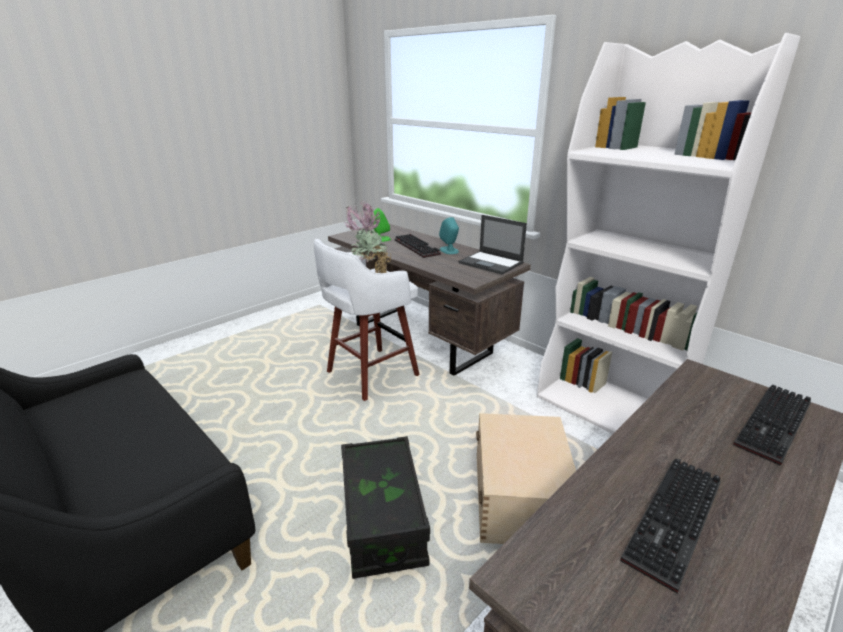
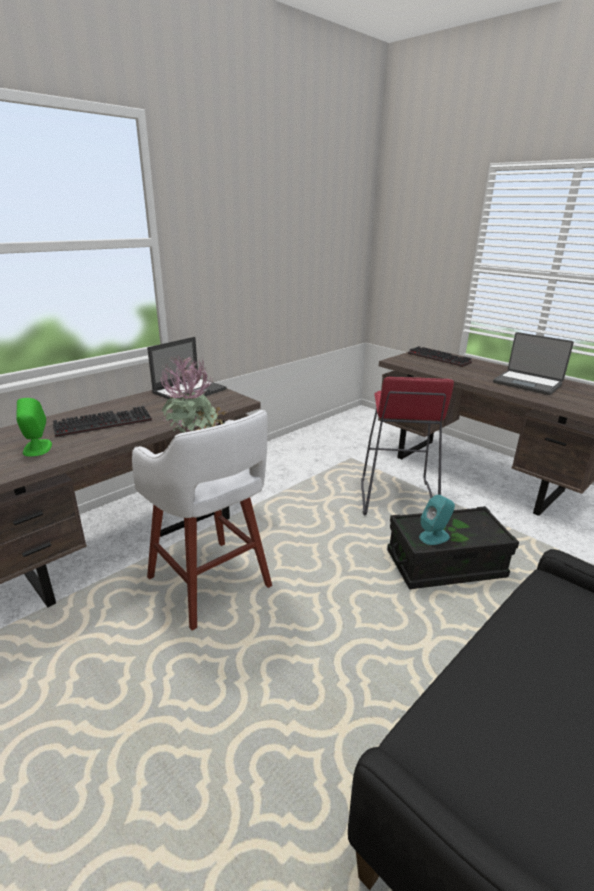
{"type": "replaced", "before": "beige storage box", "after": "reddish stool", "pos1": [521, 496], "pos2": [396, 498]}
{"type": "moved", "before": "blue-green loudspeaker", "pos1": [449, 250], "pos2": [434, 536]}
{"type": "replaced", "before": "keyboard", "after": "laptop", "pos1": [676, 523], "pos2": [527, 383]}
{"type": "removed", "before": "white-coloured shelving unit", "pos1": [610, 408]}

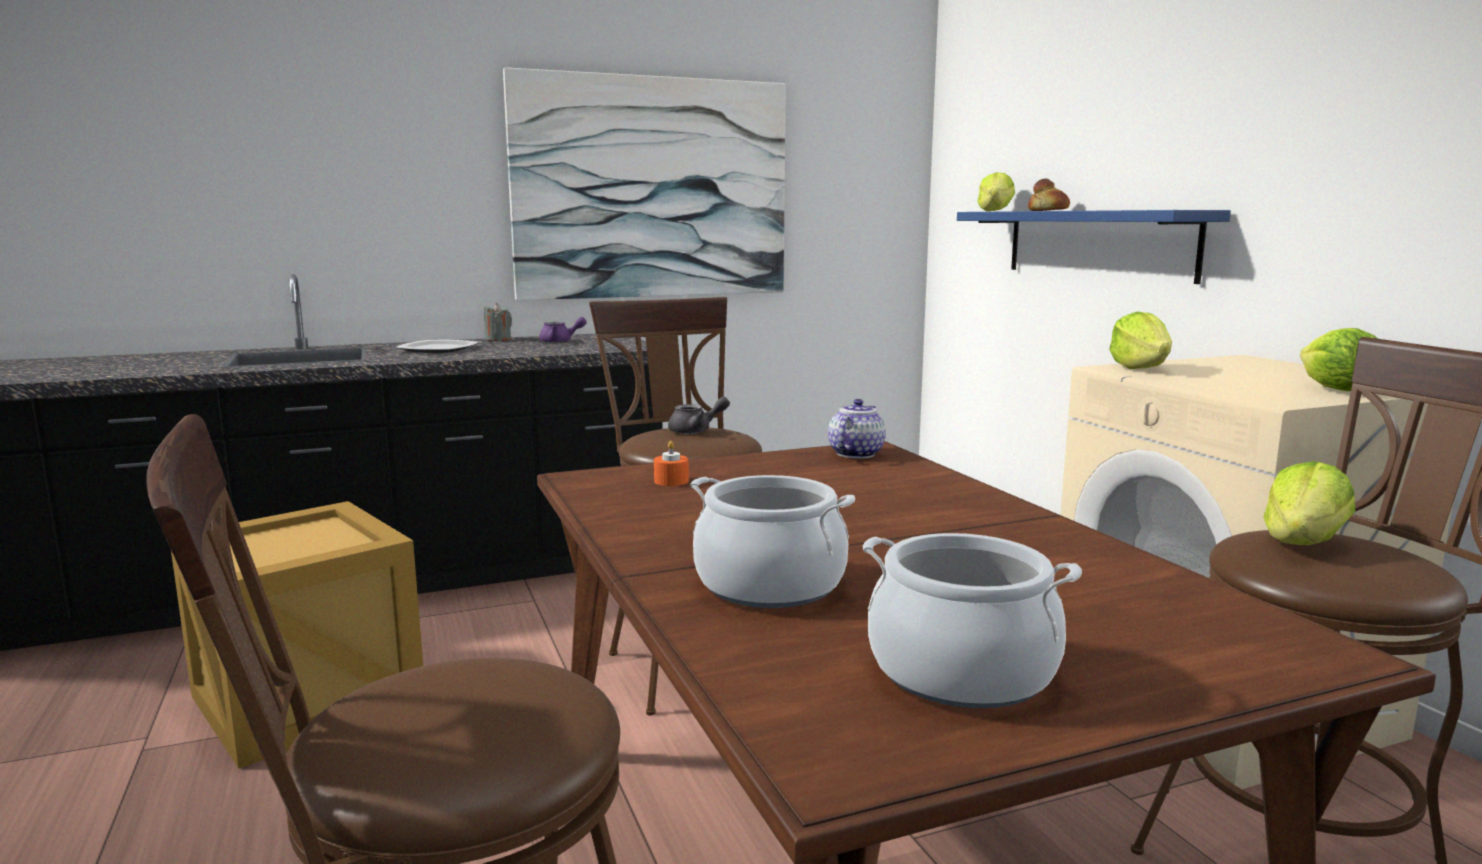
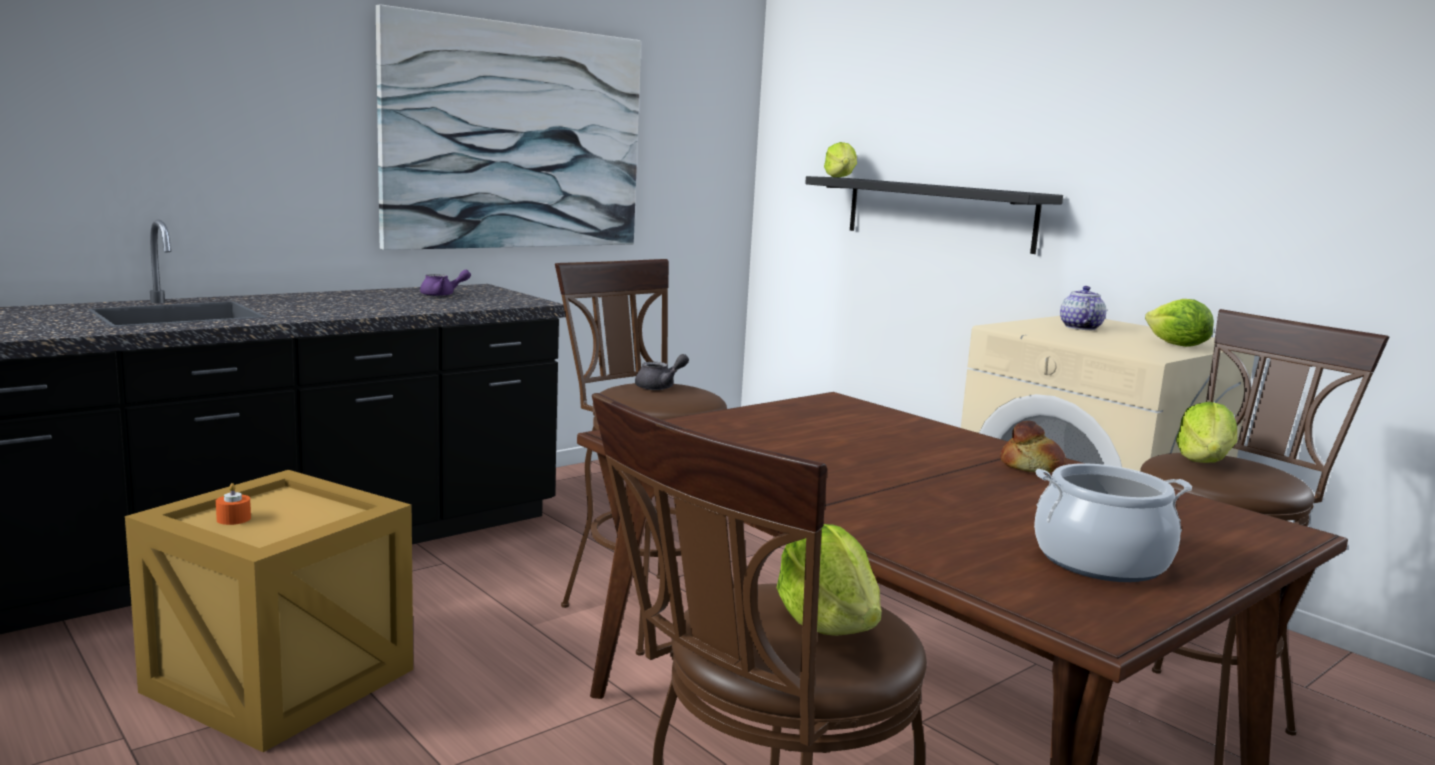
{"type": "moved", "before": "orangey wax light", "pos1": [671, 481], "pos2": [233, 519]}
{"type": "moved", "before": "lettuce", "pos1": [1140, 368], "pos2": [827, 623]}
{"type": "recoloured", "before": "blue-coloured wall shelf", "after": "black-coloured wall shelf", "pos1": [1097, 243], "pos2": [938, 213]}
{"type": "moved", "before": "bakery bread", "pos1": [1048, 210], "pos2": [1031, 467]}
{"type": "moved", "before": "pot for tea", "pos1": [856, 453], "pos2": [1079, 327]}
{"type": "removed", "before": "flat dish", "pos1": [438, 349]}
{"type": "removed", "before": "grey wax light", "pos1": [498, 339]}
{"type": "removed", "before": "stockpot", "pos1": [770, 585]}

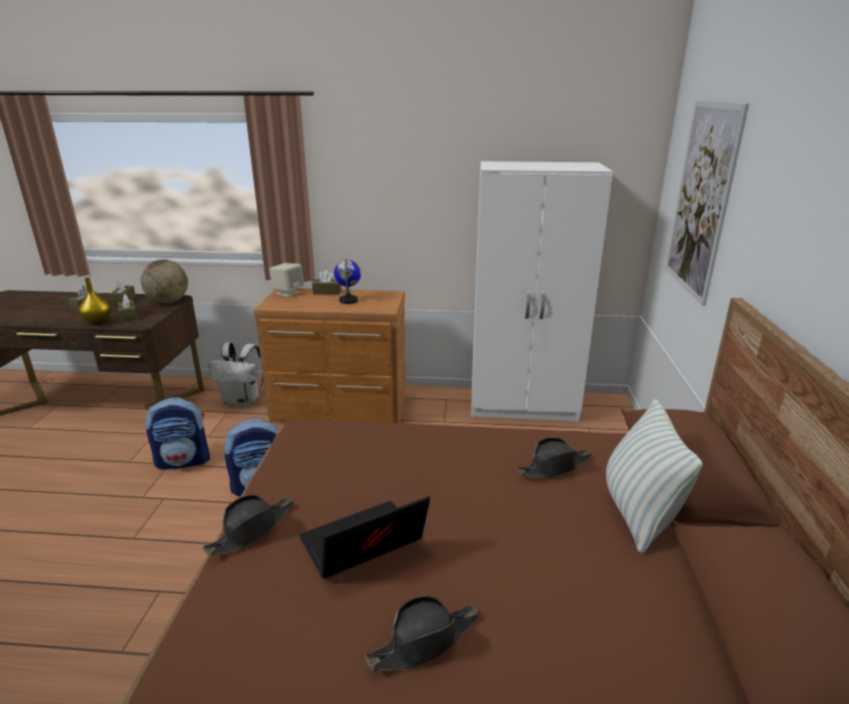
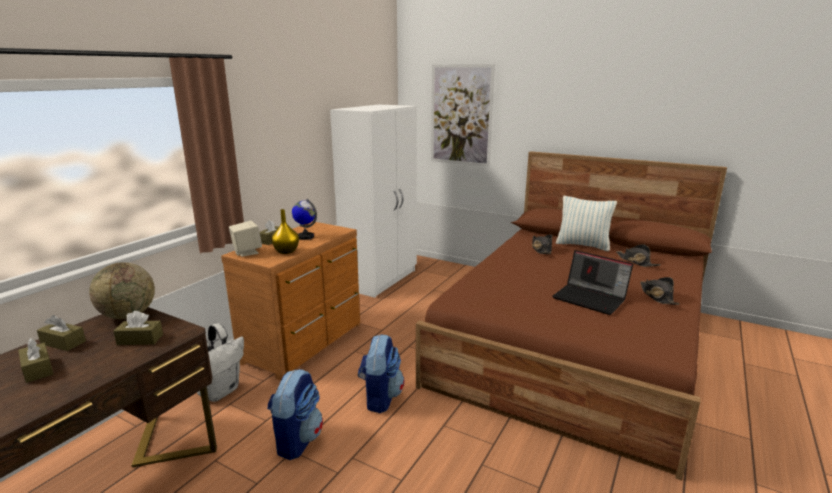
{"type": "moved", "before": "yellow flower vase", "pos1": [98, 322], "pos2": [286, 251]}
{"type": "turned", "before": "laptop", "pos1": [362, 546], "pos2": [590, 298], "turn": -45}
{"type": "moved", "before": "black-coloured hat", "pos1": [252, 530], "pos2": [636, 261]}

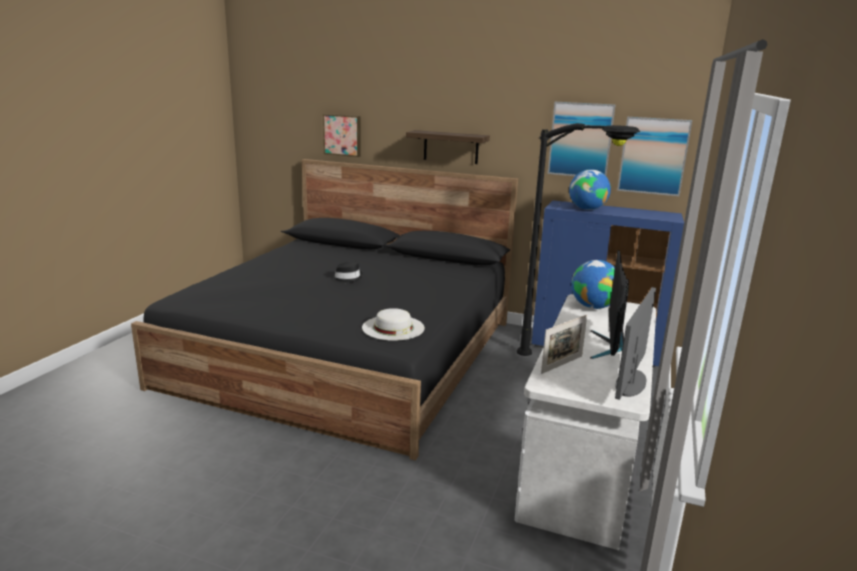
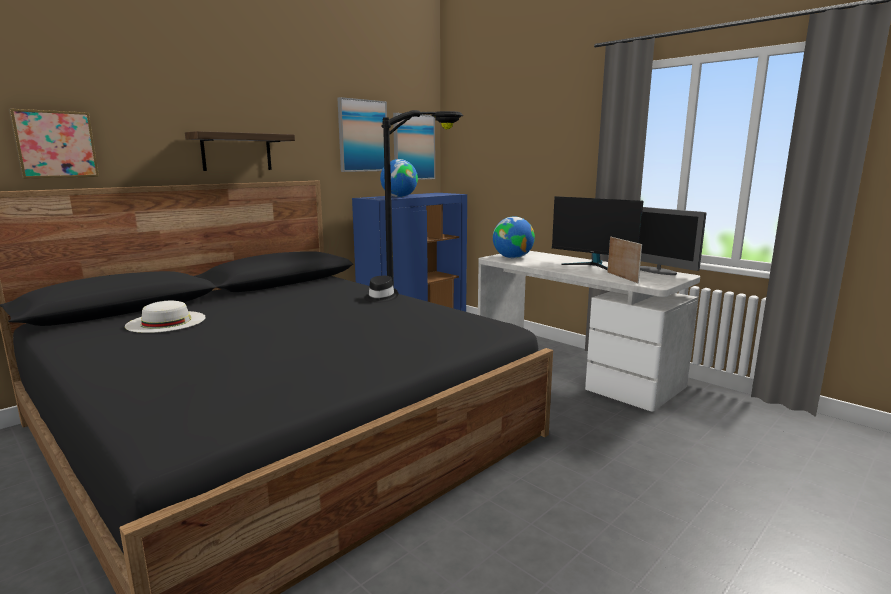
{"type": "moved", "before": "white-coloured hat", "pos1": [393, 327], "pos2": [166, 321]}
{"type": "moved", "before": "black-coloured hat", "pos1": [347, 278], "pos2": [380, 297]}

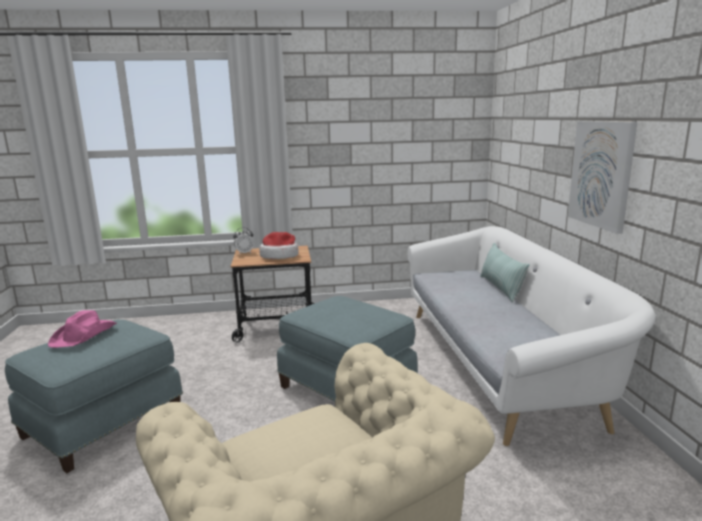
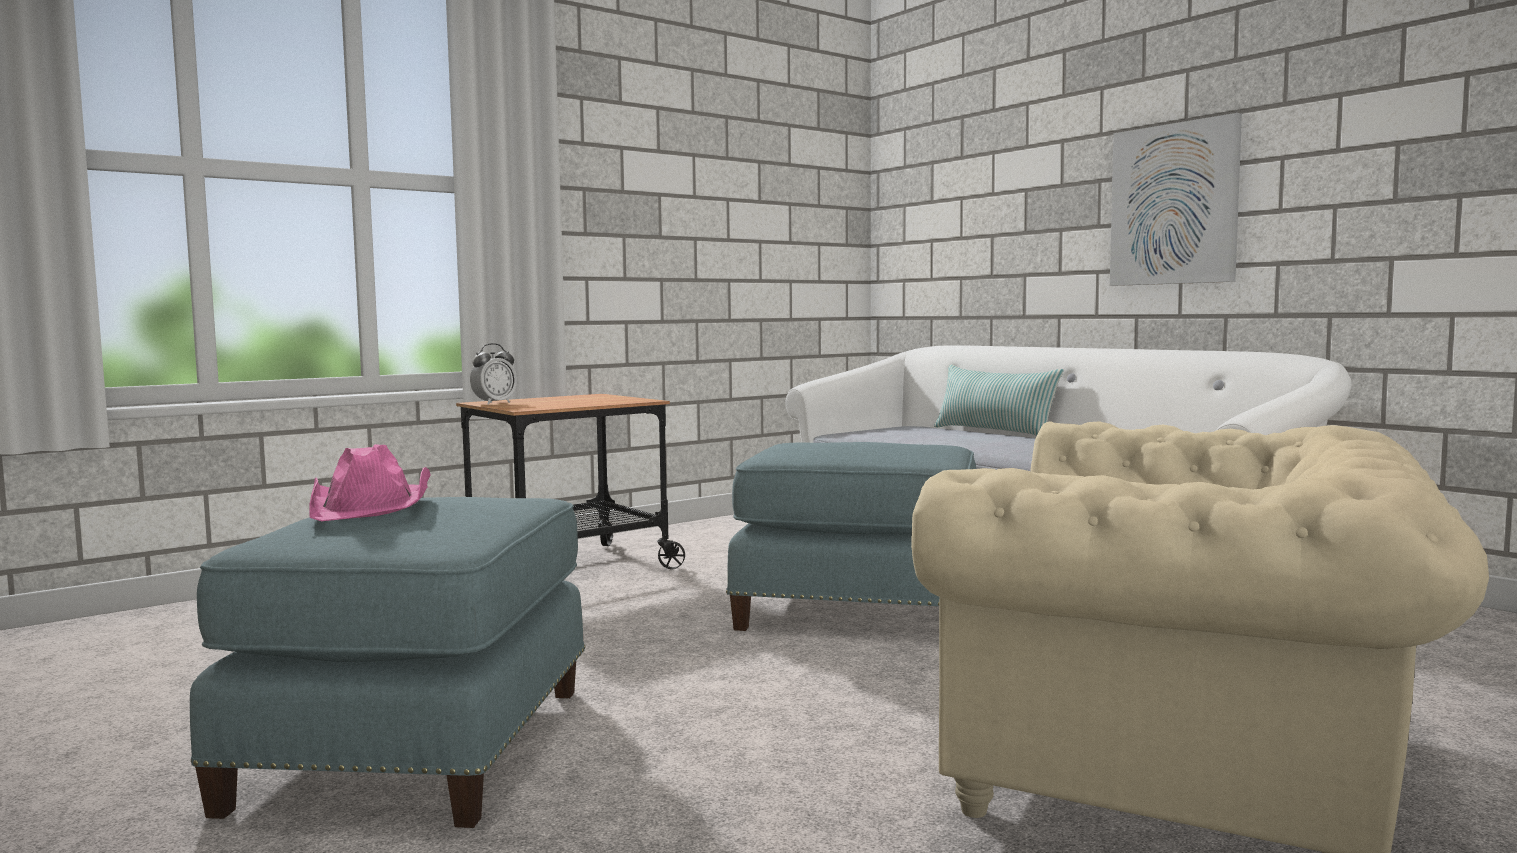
{"type": "removed", "before": "hat", "pos1": [279, 256]}

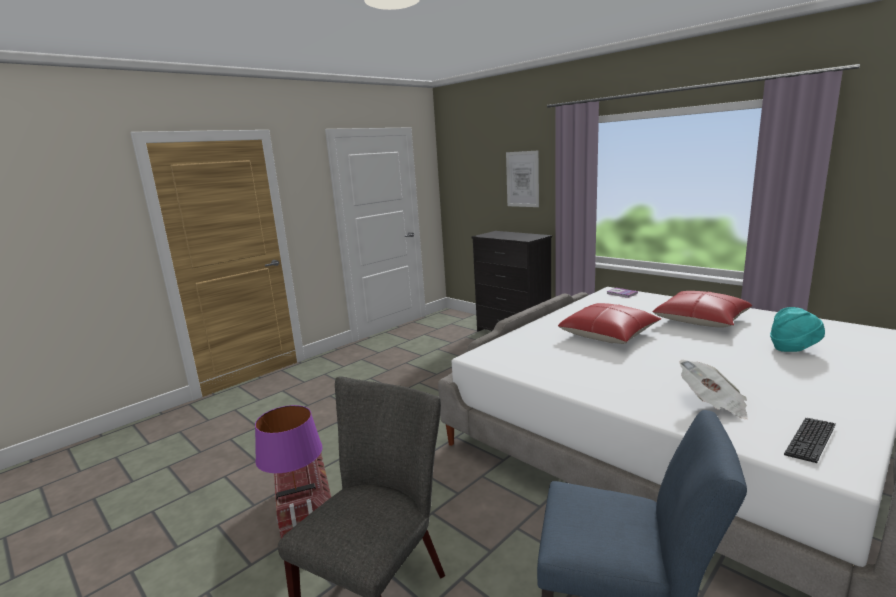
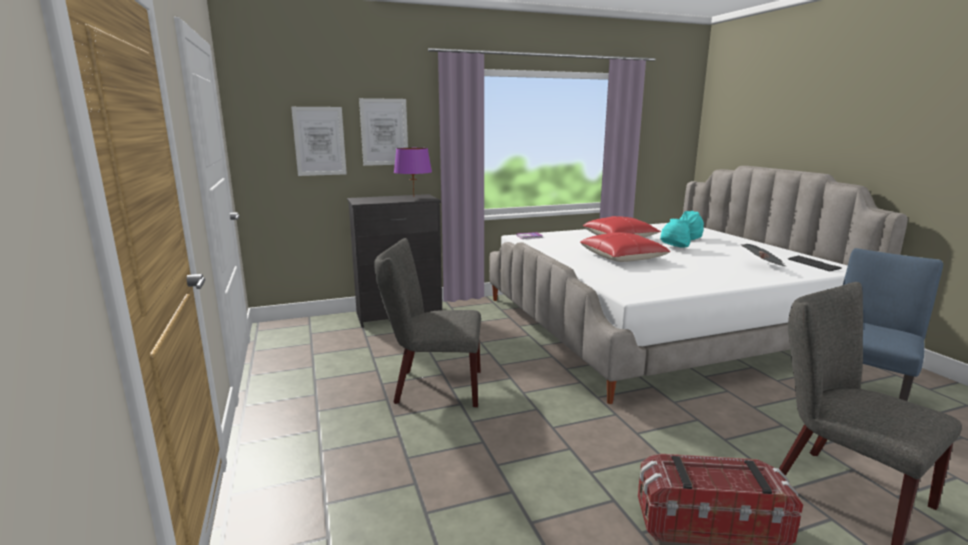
{"type": "added", "after": "wall picture", "pos2": [319, 141]}
{"type": "added", "after": "grey upright chair", "pos2": [432, 387]}
{"type": "moved", "before": "purplish tabletop lamp", "pos1": [295, 489], "pos2": [413, 197]}
{"type": "added", "after": "blue-green hat", "pos2": [673, 248]}

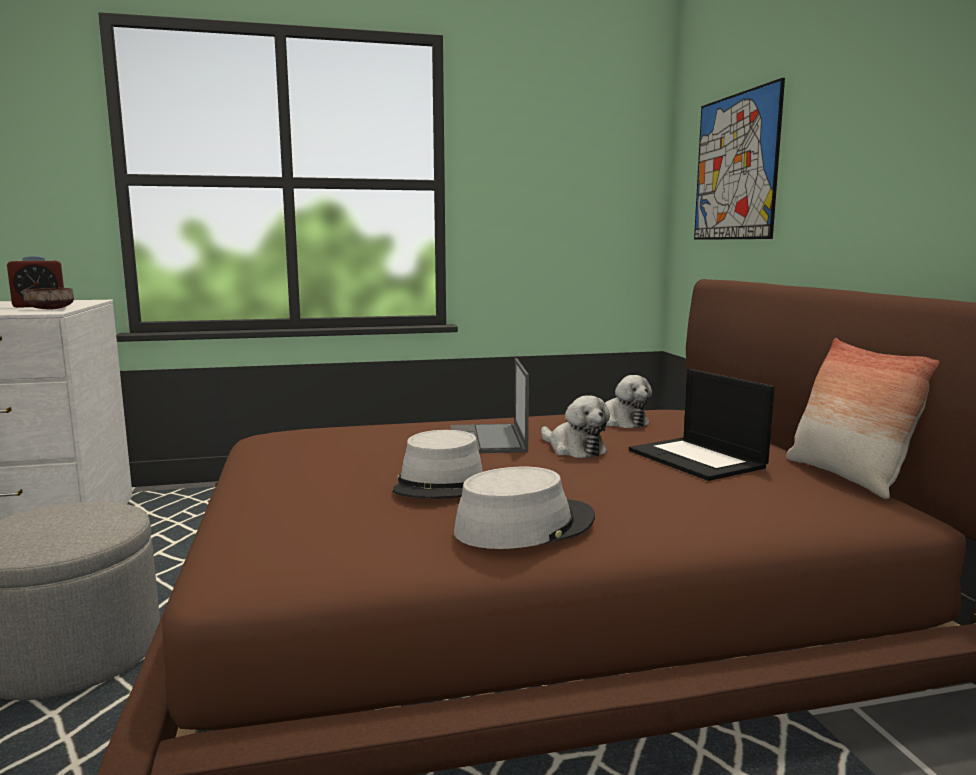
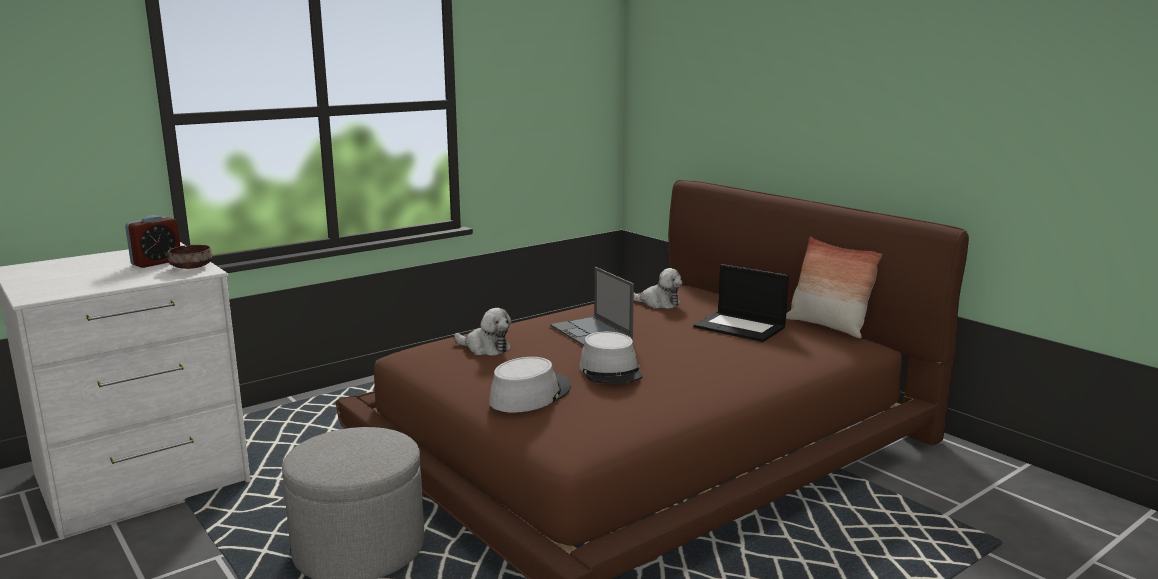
{"type": "moved", "before": "soft toy", "pos1": [574, 449], "pos2": [485, 348]}
{"type": "moved", "before": "grey hat", "pos1": [524, 525], "pos2": [530, 395]}
{"type": "removed", "before": "wall picture", "pos1": [735, 167]}

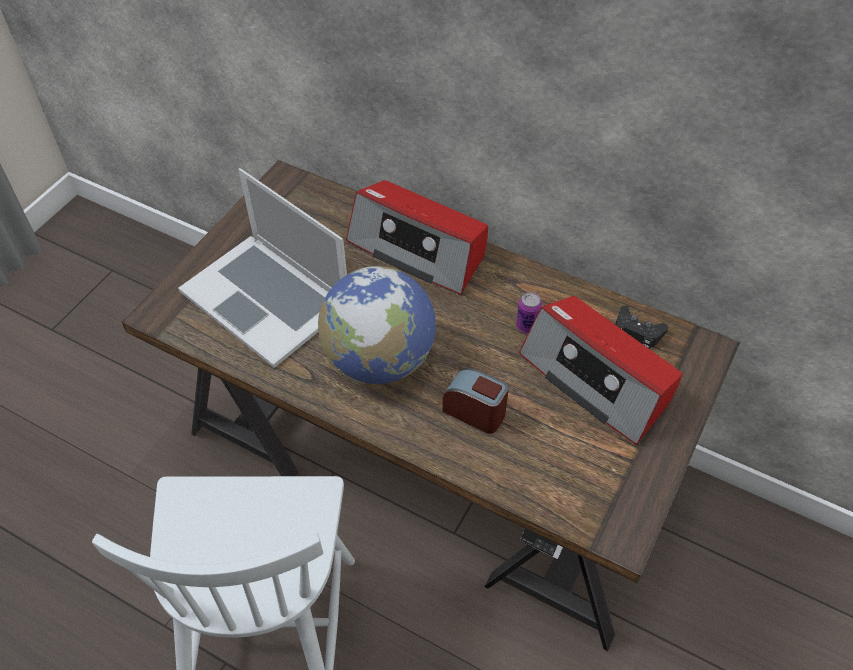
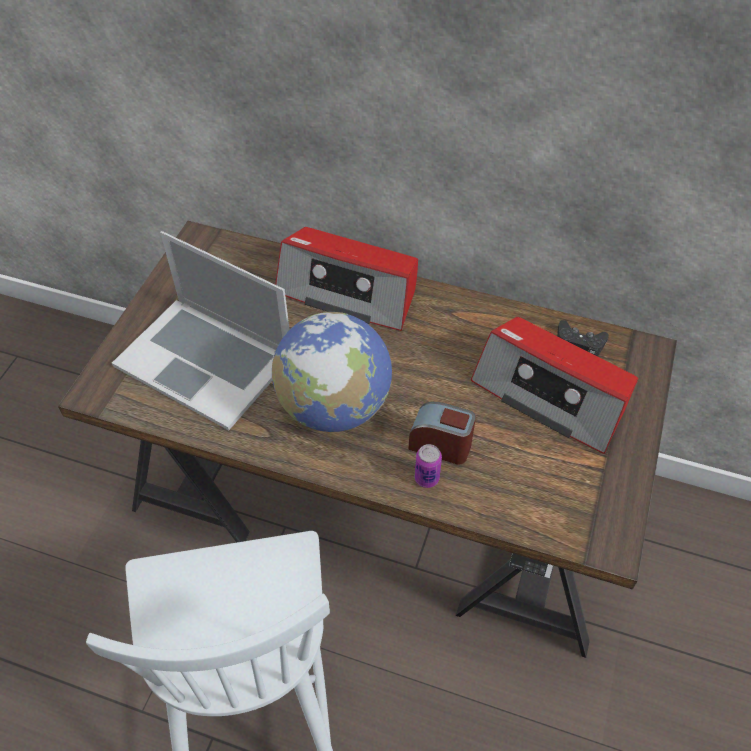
{"type": "moved", "before": "metal can", "pos1": [527, 326], "pos2": [426, 478]}

